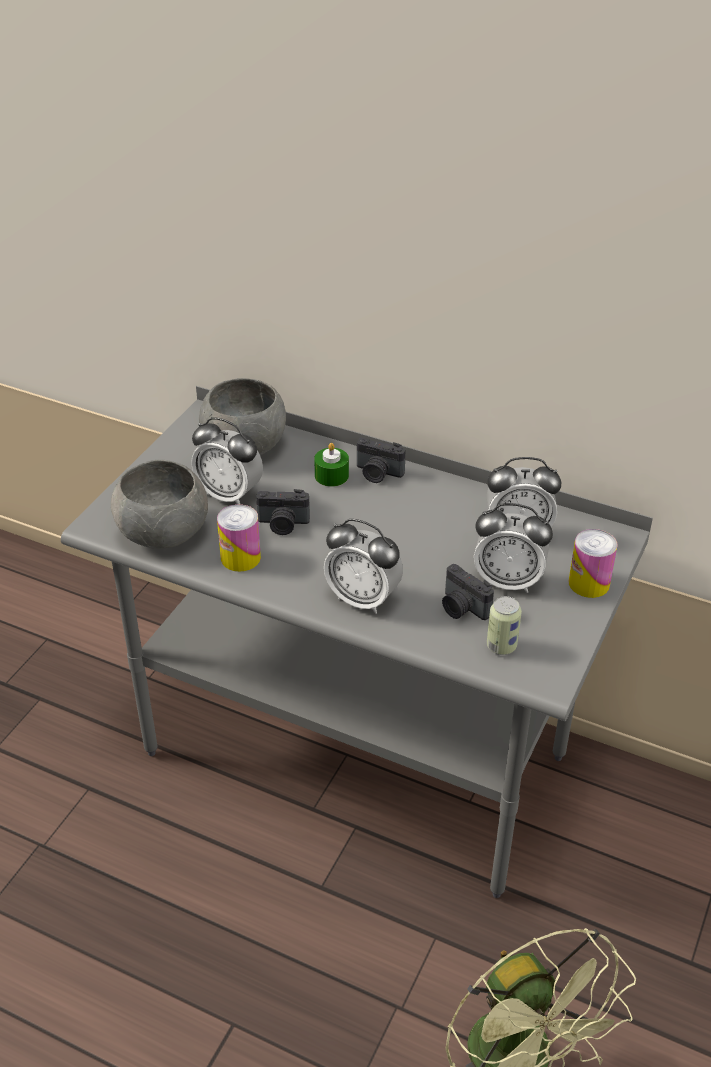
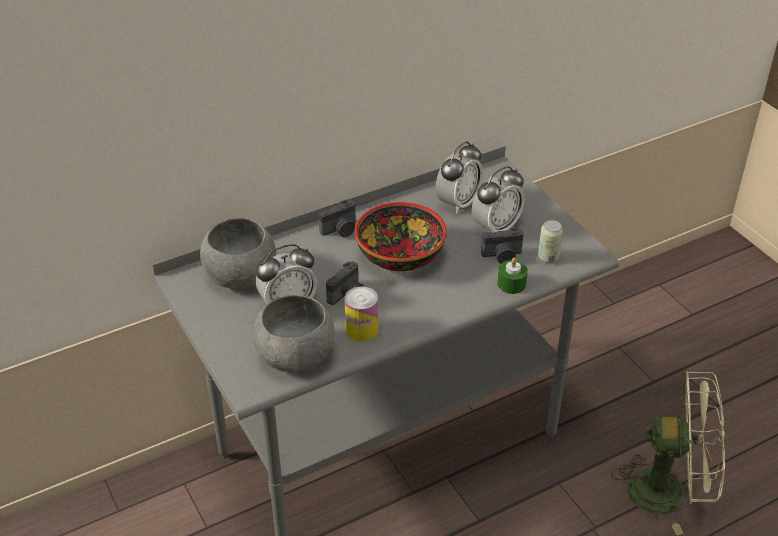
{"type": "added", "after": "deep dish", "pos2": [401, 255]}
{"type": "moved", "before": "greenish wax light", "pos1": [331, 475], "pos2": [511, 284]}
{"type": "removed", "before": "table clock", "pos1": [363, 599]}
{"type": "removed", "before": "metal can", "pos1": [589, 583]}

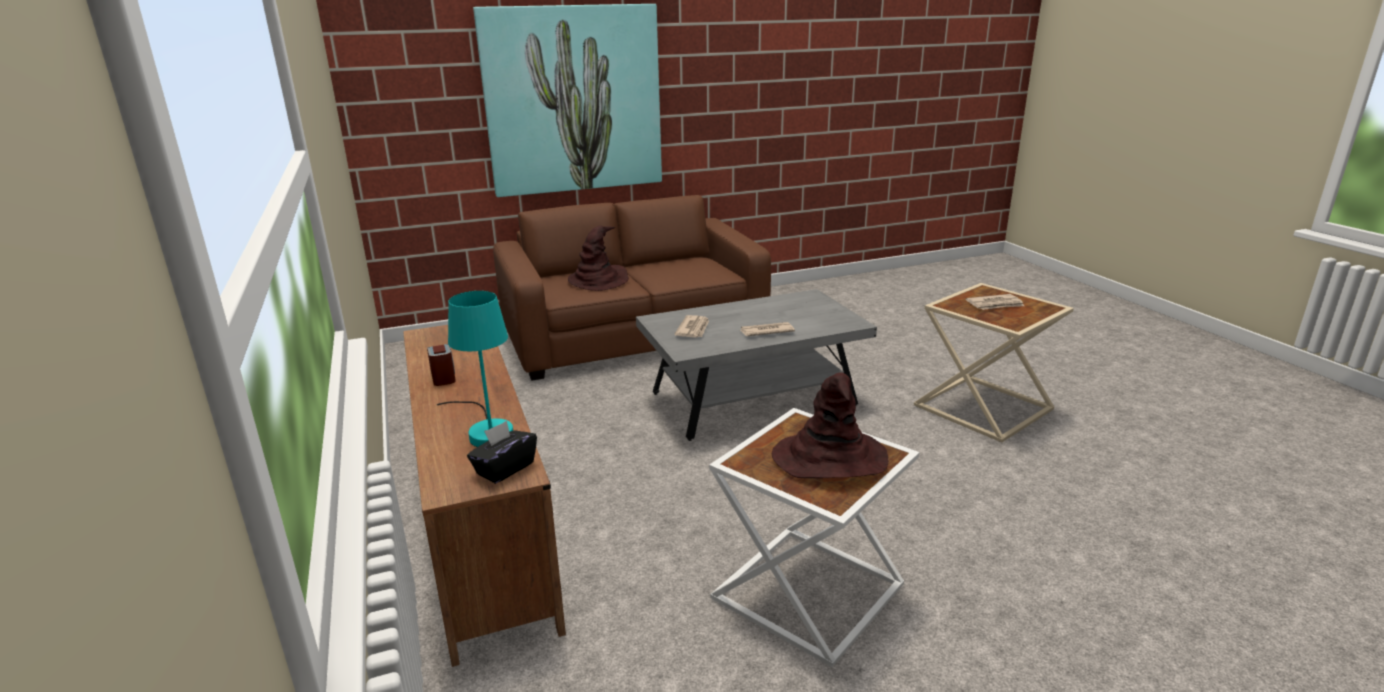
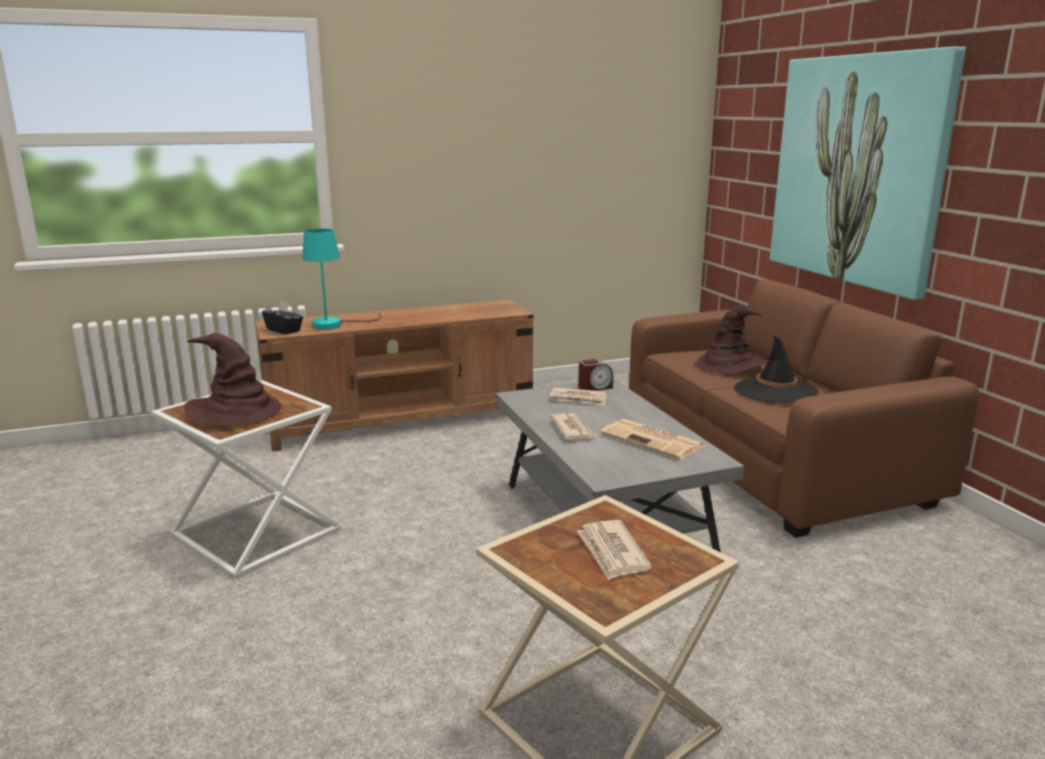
{"type": "moved", "before": "table clock", "pos1": [443, 377], "pos2": [595, 387]}
{"type": "added", "after": "daily paper", "pos2": [654, 440]}
{"type": "added", "after": "black-coloured hat", "pos2": [775, 391]}

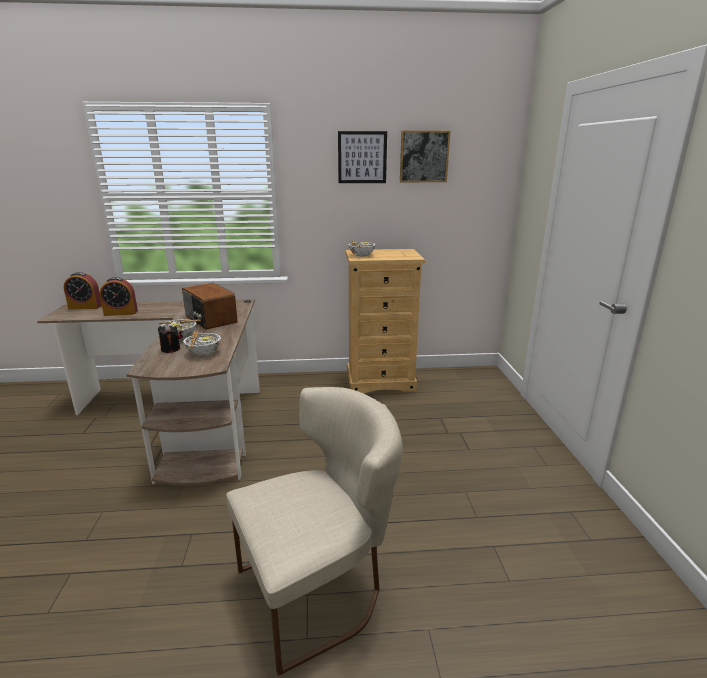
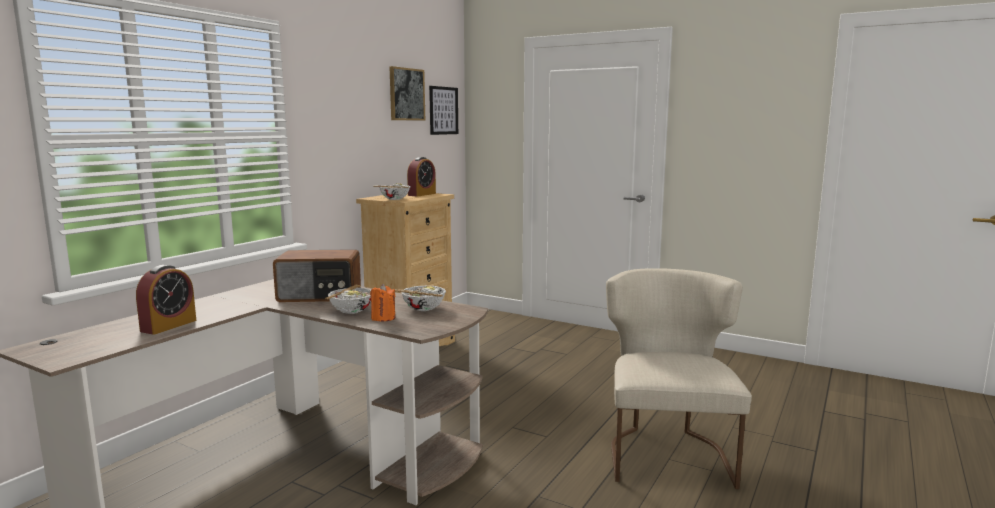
{"type": "recoloured", "before": "black-coloured wax light", "after": "orangey wax light", "pos1": [170, 349], "pos2": [383, 318]}
{"type": "moved", "before": "table clock", "pos1": [85, 307], "pos2": [422, 194]}
{"type": "moved", "before": "wall picture", "pos1": [362, 157], "pos2": [443, 110]}

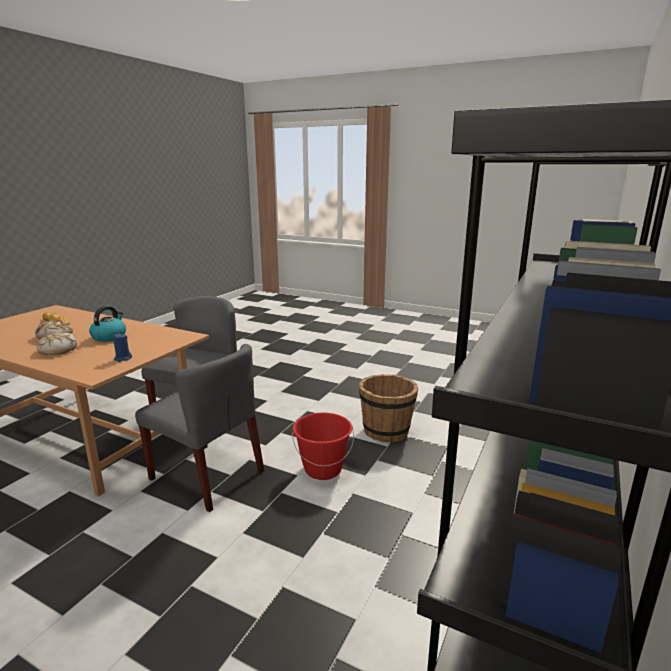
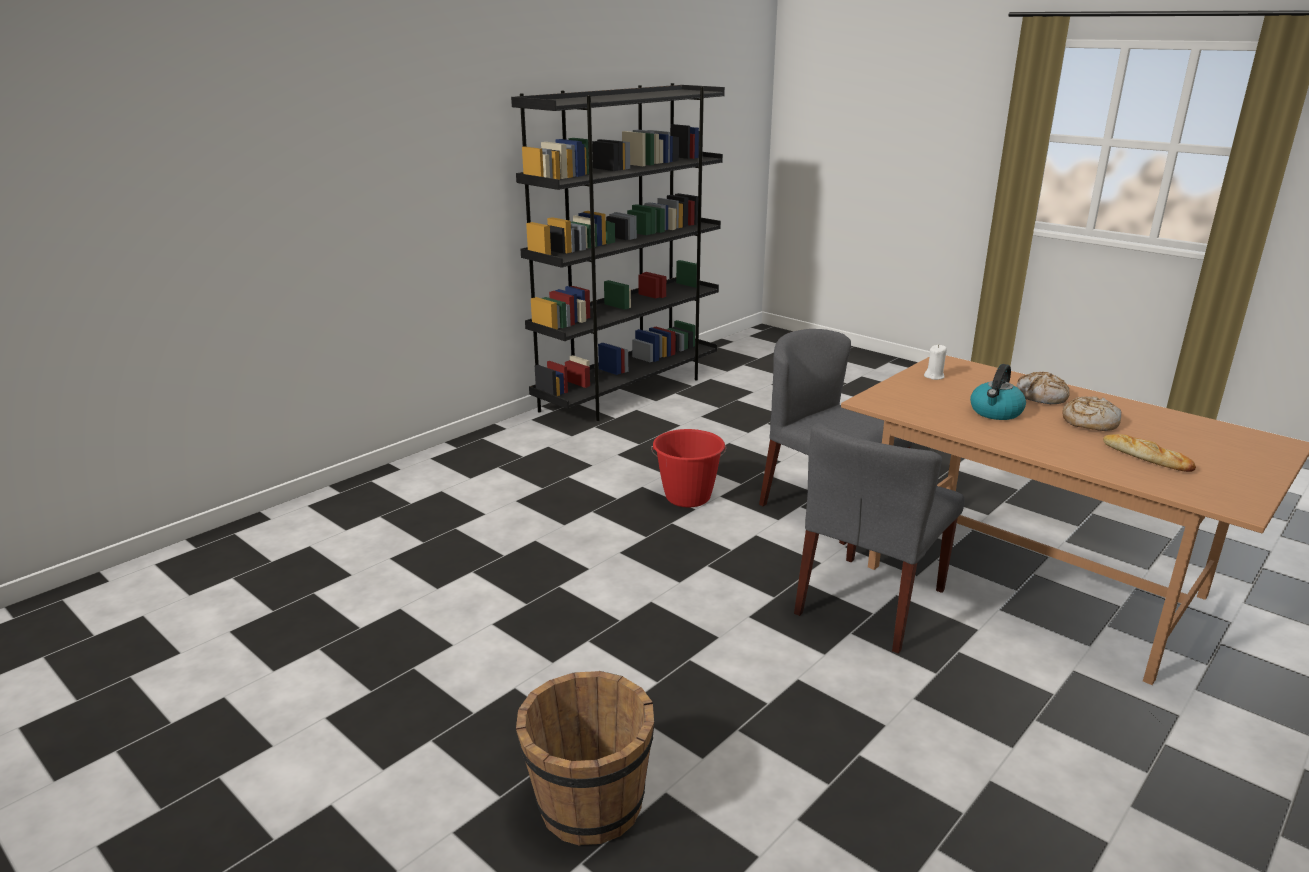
{"type": "moved", "before": "brown pail", "pos1": [386, 430], "pos2": [589, 806]}
{"type": "recoloured", "before": "blue-coloured wax light", "after": "white-coloured wax light", "pos1": [123, 358], "pos2": [934, 376]}

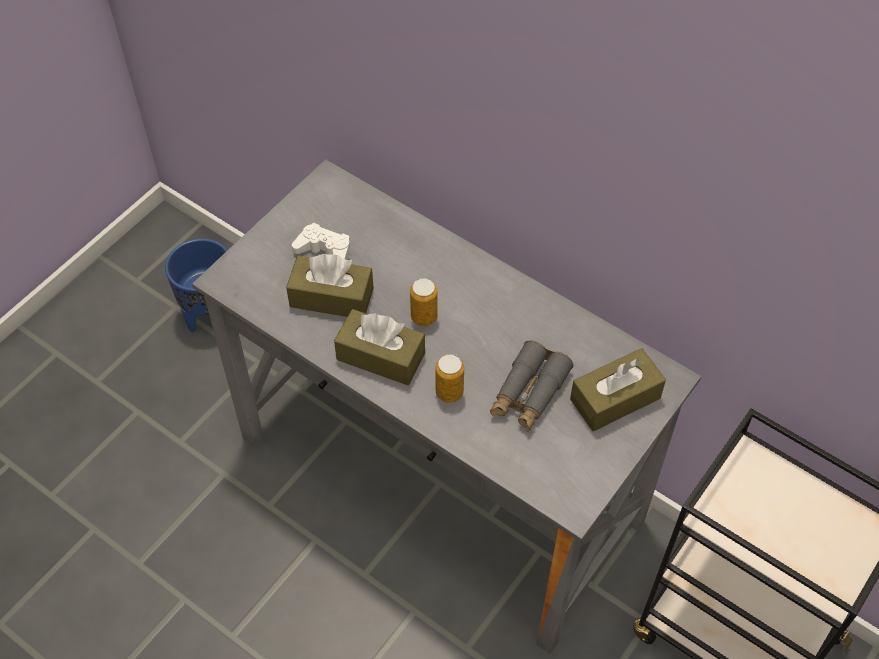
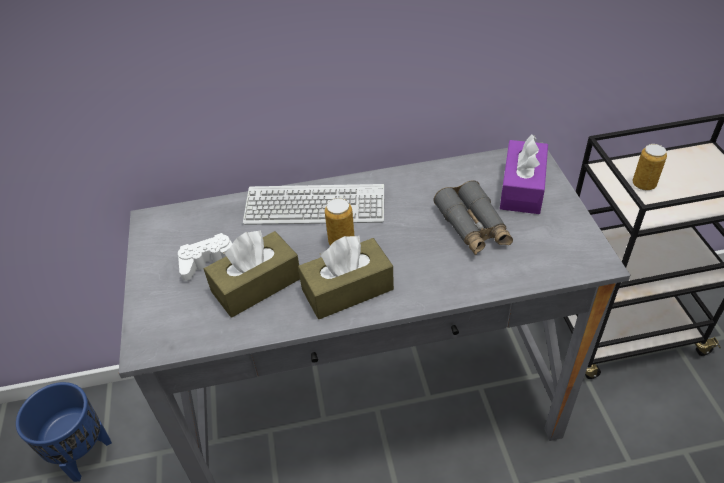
{"type": "added", "after": "keyboard", "pos2": [315, 207]}
{"type": "recoloured", "before": "brown tissue holder", "after": "purplish tissue holder", "pos1": [615, 399], "pos2": [522, 188]}
{"type": "moved", "before": "metal can", "pos1": [449, 392], "pos2": [643, 184]}

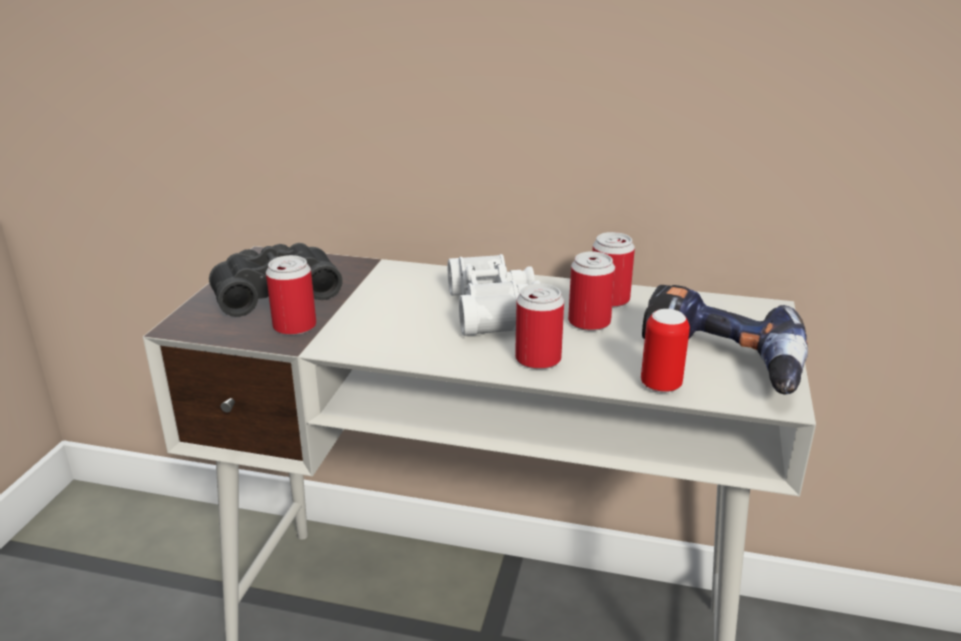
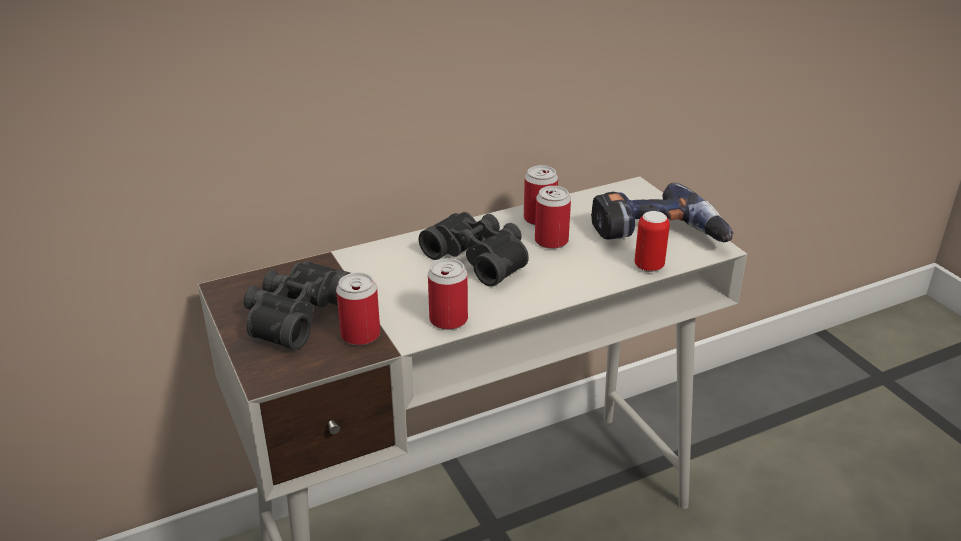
{"type": "recoloured", "before": "white-coloured binoculars", "after": "black-coloured binoculars", "pos1": [495, 309], "pos2": [480, 257]}
{"type": "moved", "before": "metal can", "pos1": [538, 359], "pos2": [448, 320]}

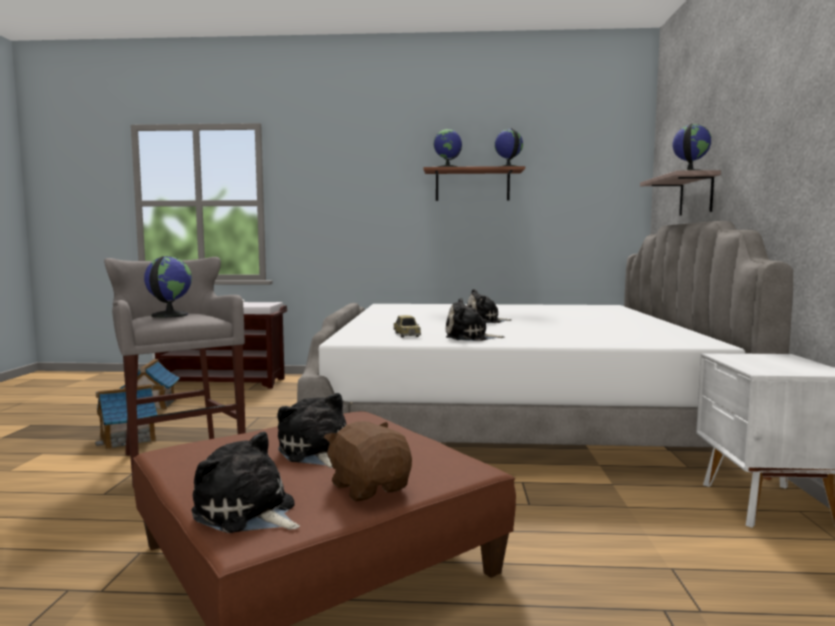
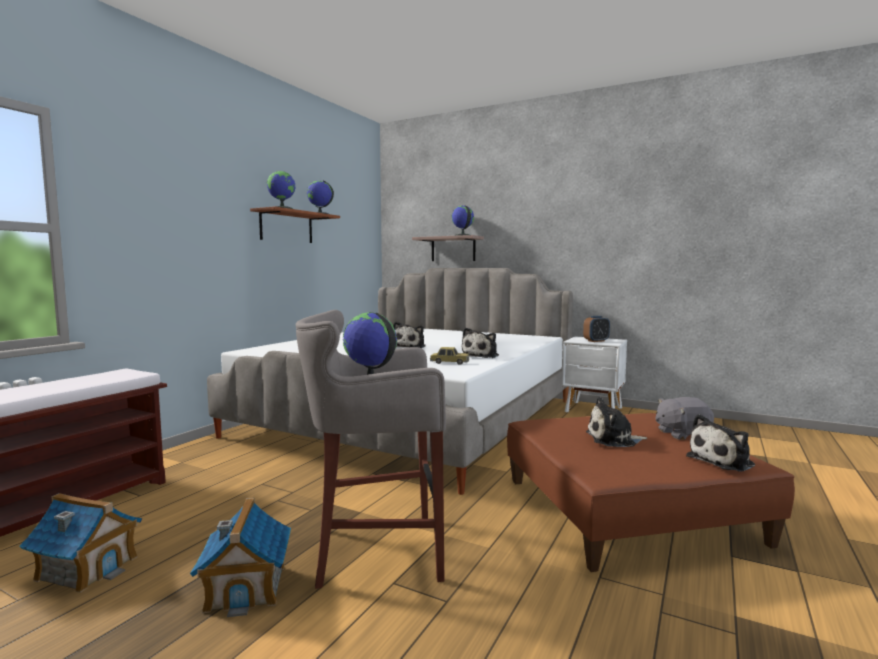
{"type": "added", "after": "table clock", "pos2": [596, 341]}
{"type": "recoloured", "before": "brown soft toy", "after": "grey soft toy", "pos1": [370, 487], "pos2": [682, 434]}

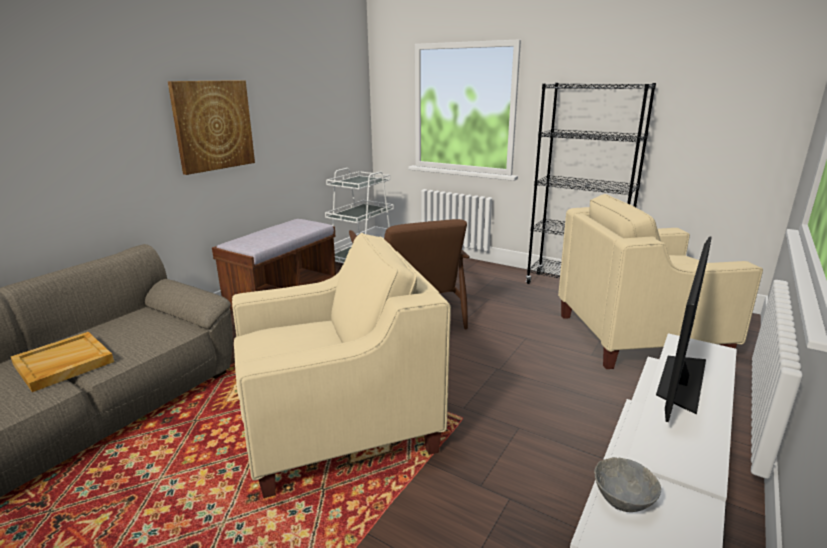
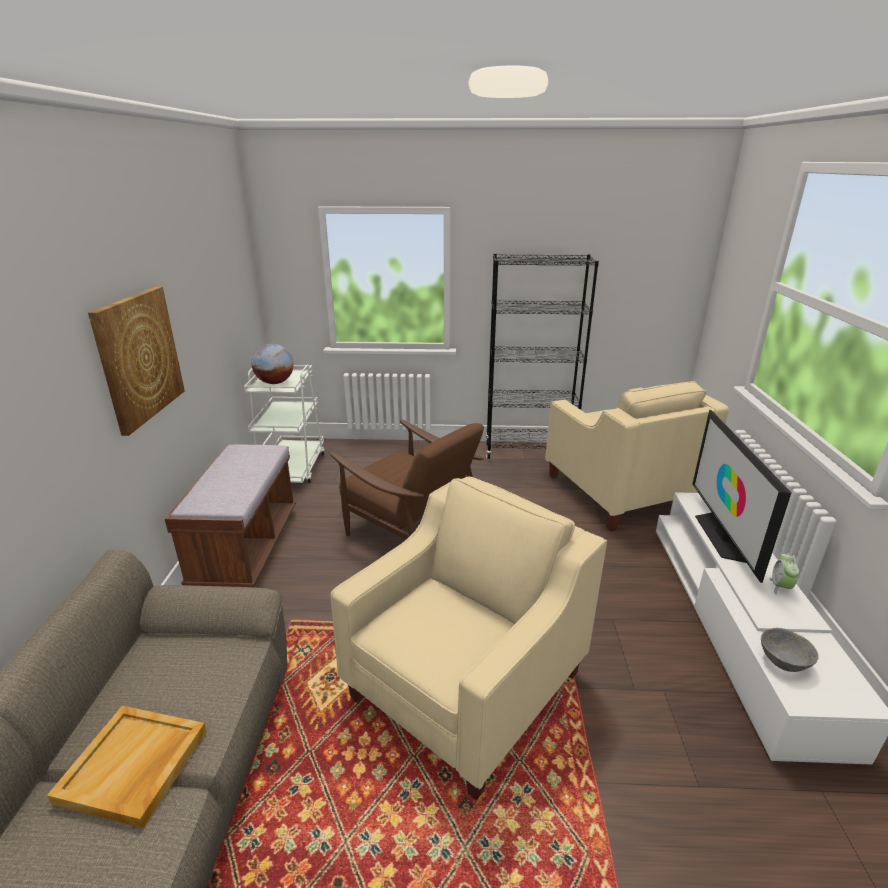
{"type": "added", "after": "globe", "pos2": [275, 382]}
{"type": "turned", "before": "beige lounge chair", "pos1": [638, 336], "pos2": [618, 492], "turn": -75}
{"type": "added", "after": "table clock", "pos2": [780, 587]}

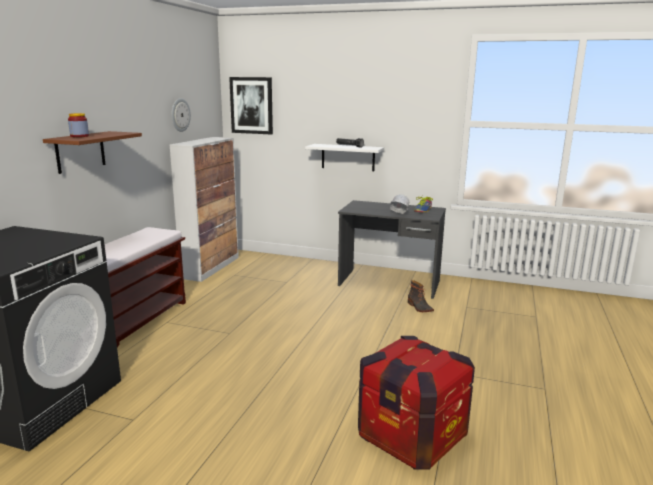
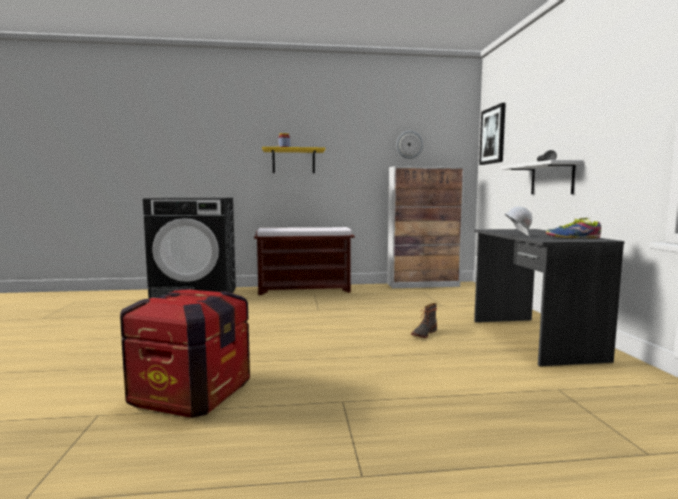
{"type": "recoloured", "before": "brown wall shelf", "after": "yellow wall shelf", "pos1": [80, 152], "pos2": [293, 161]}
{"type": "moved", "before": "boot", "pos1": [419, 307], "pos2": [423, 333]}

